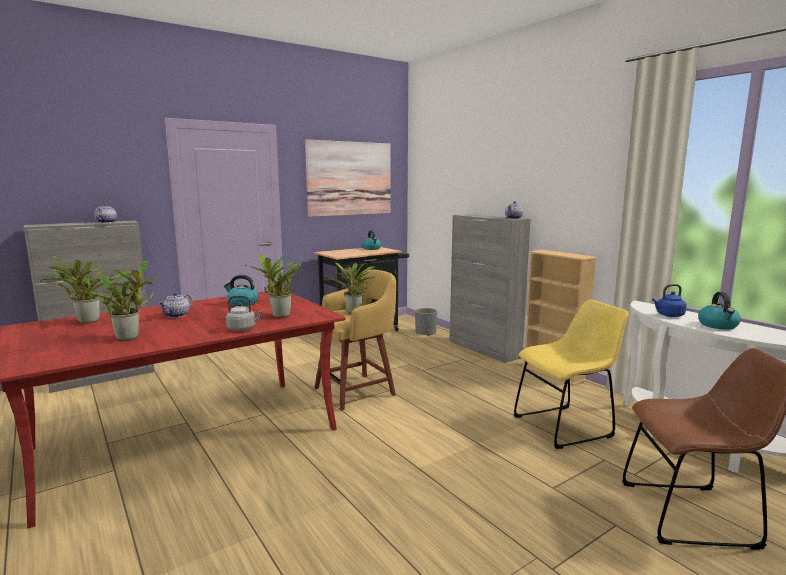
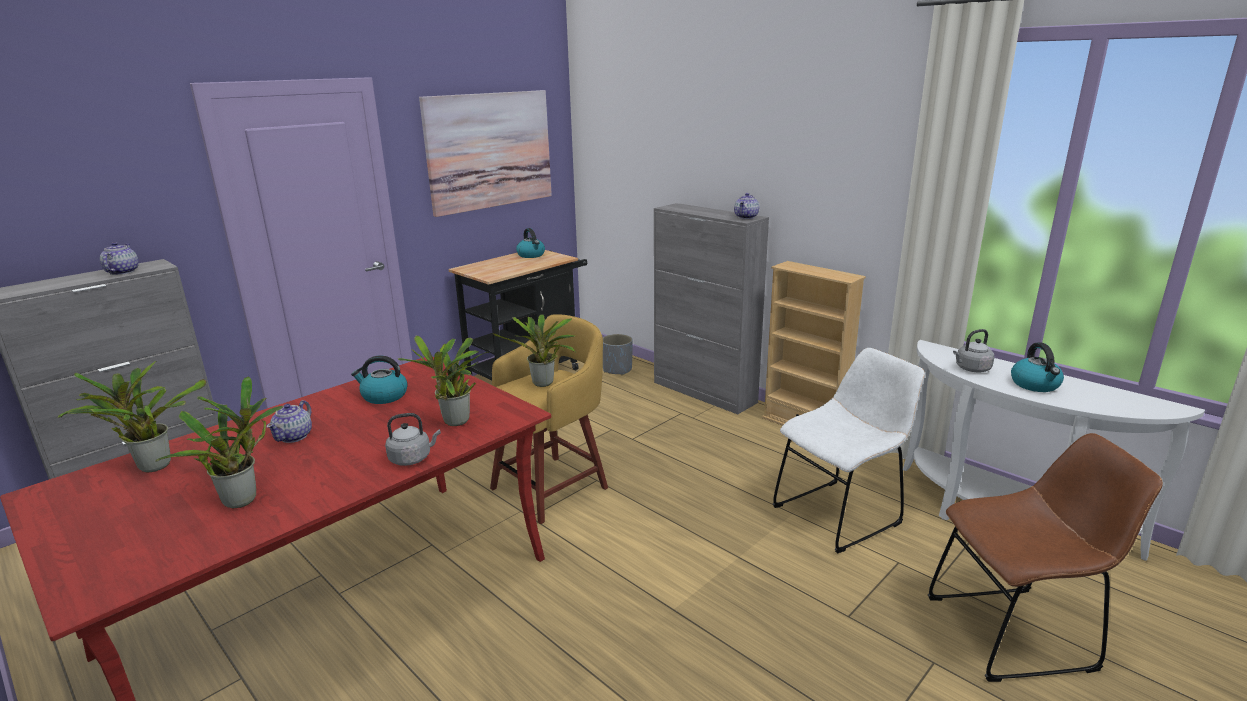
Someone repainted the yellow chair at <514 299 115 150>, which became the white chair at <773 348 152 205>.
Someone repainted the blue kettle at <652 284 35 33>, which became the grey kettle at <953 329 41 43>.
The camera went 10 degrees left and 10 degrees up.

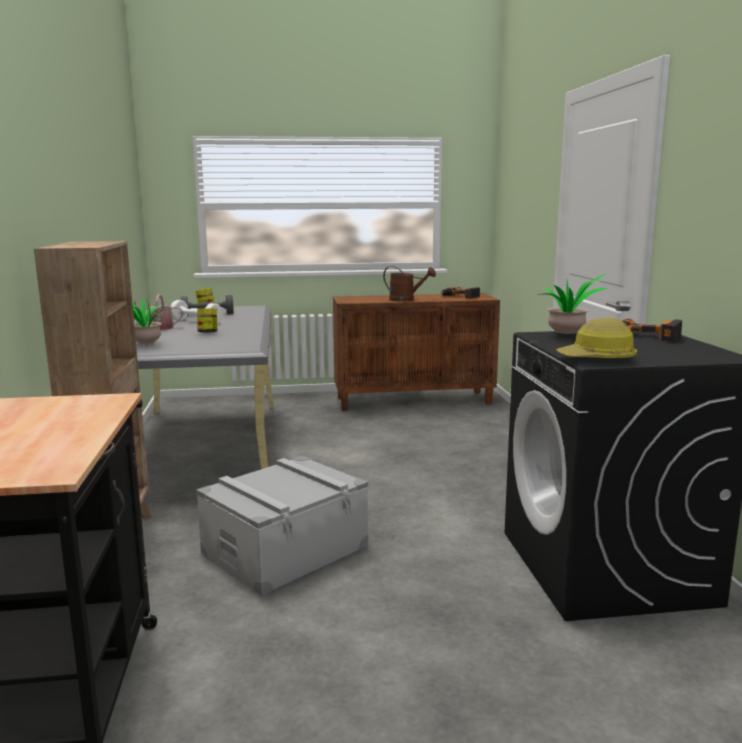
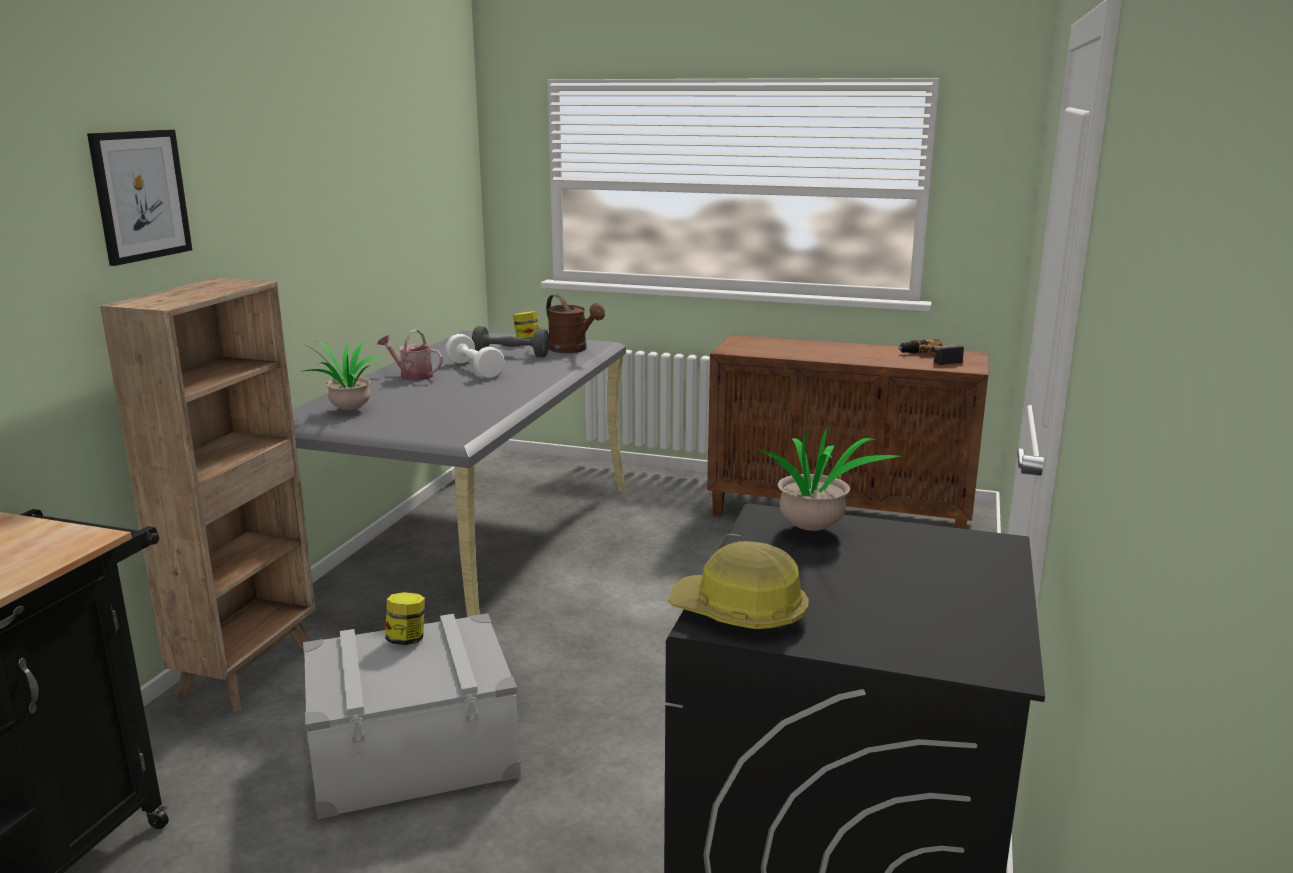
Someone put up the picture at <87 130 105 136>.
Someone carried the jar from <197 308 20 24> to <385 592 40 53>.
Someone carried the brown watering can from <383 266 53 36> to <546 295 59 58>.
Someone took away the power drill at <622 319 60 23>.
The camera went 25 degrees right and 5 degrees up.

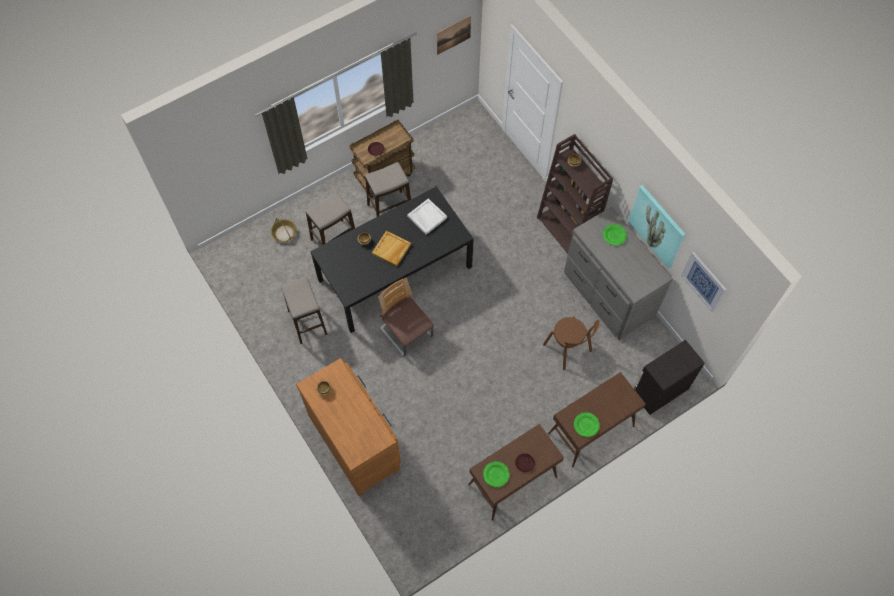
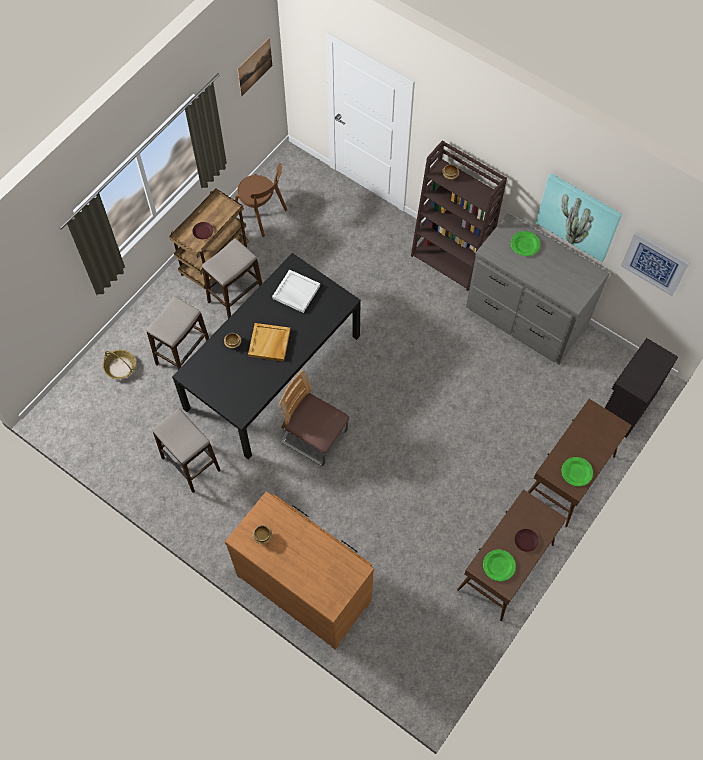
Someone carried the brown chair from <543 316 57 54> to <235 163 52 74>.
The camera went 20 degrees left and 0 degrees up.

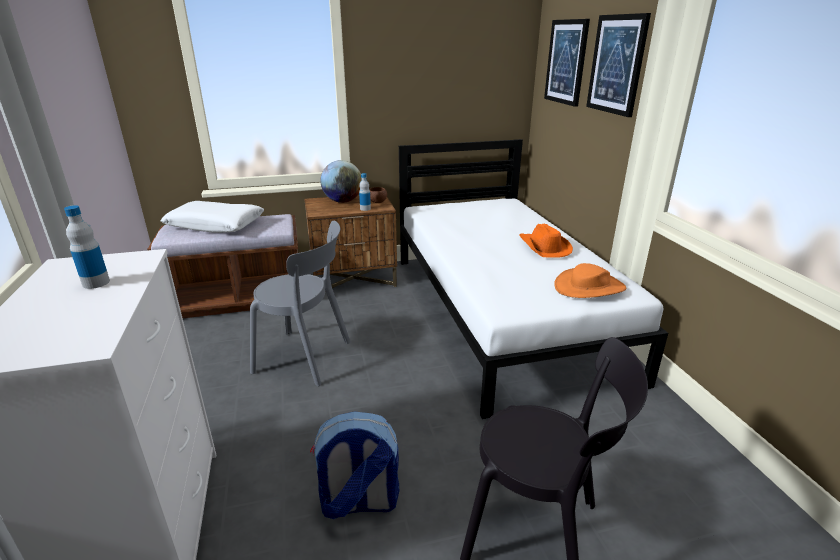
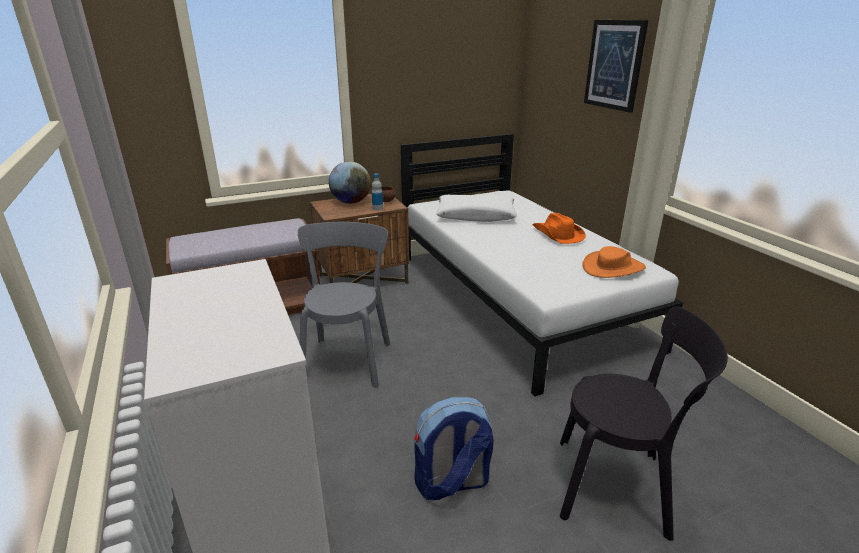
Someone rotated the grey chair at <250 221 100 165> by 90 degrees counterclockwise.
Someone carried the white pillow from <160 201 104 32> to <436 195 81 27>.
Someone took away the bottle at <64 205 46 84>.
Someone took away the picture at <544 19 46 88>.
The camera went 10 degrees left and 0 degrees up.

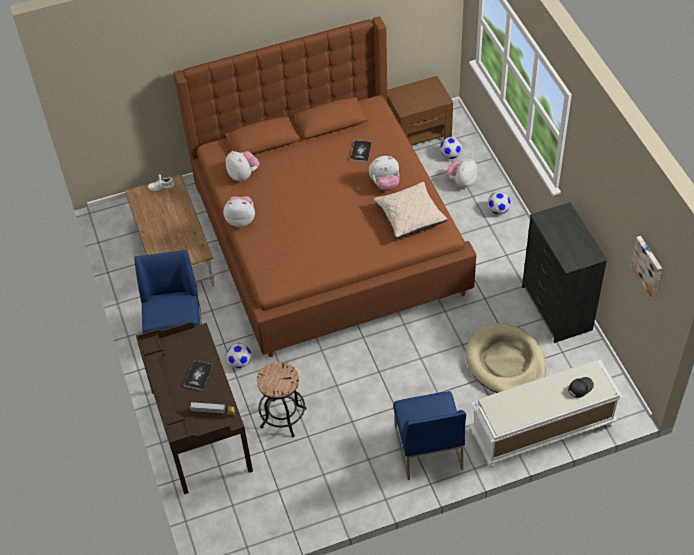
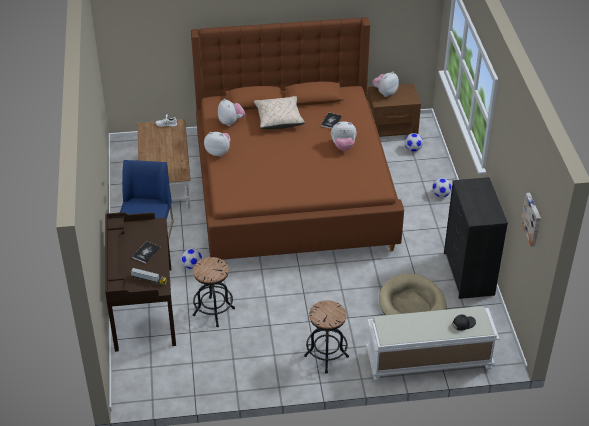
Someone carried the beige pillow from <374 182 74 56> to <254 96 51 33>.
Someone swapped the blue chair at <393 391 73 89> for the black stool at <304 300 45 74>.
Someone carried the plush toy from <446 159 32 29> to <372 72 27 25>.
The camera went 10 degrees right and 10 degrees down.

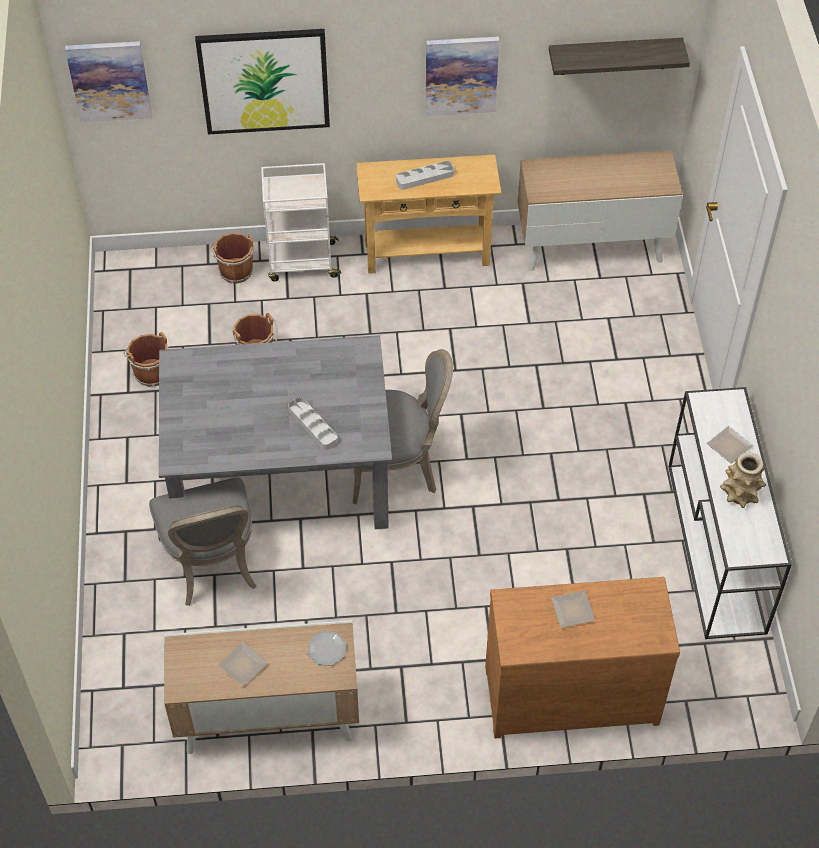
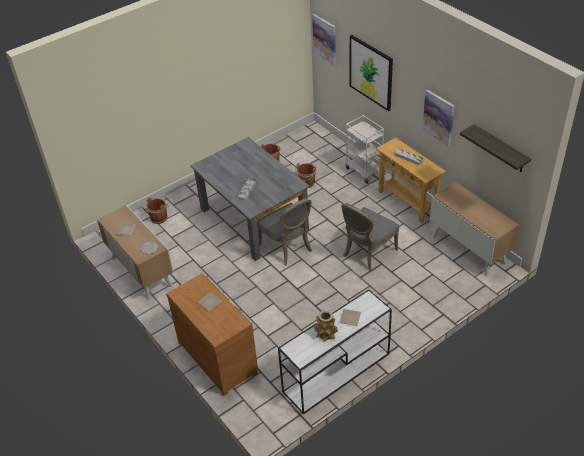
Someone carried the brown bucket from <210 233 44 51> to <146 197 23 27>.
Someone carried the grey chair from <149 477 108 129> to <341 203 59 68>.
The camera went 60 degrees right and 10 degrees down.

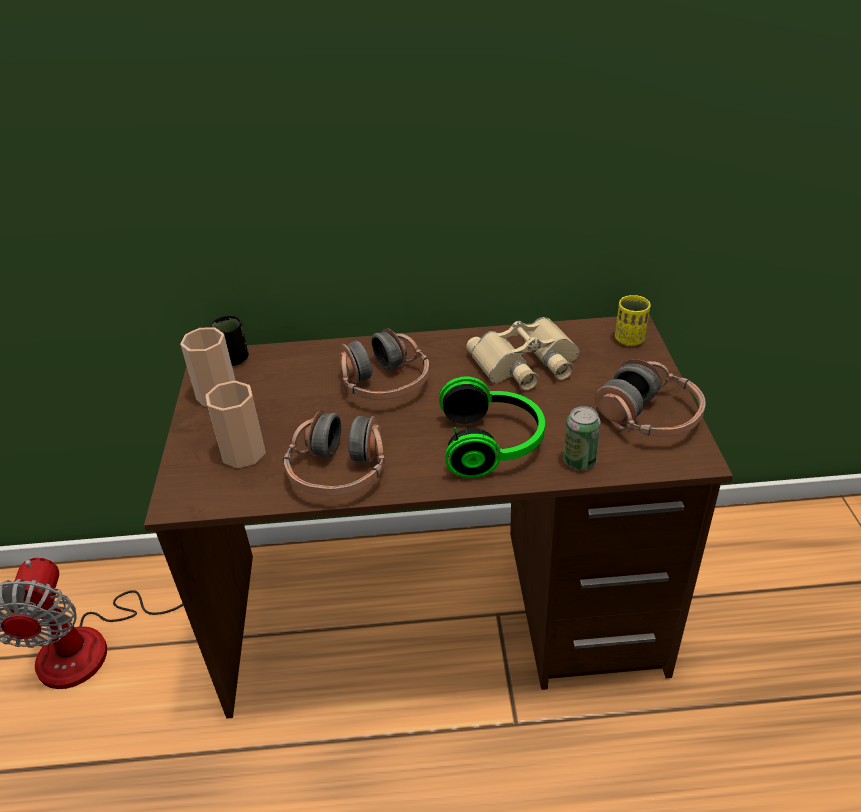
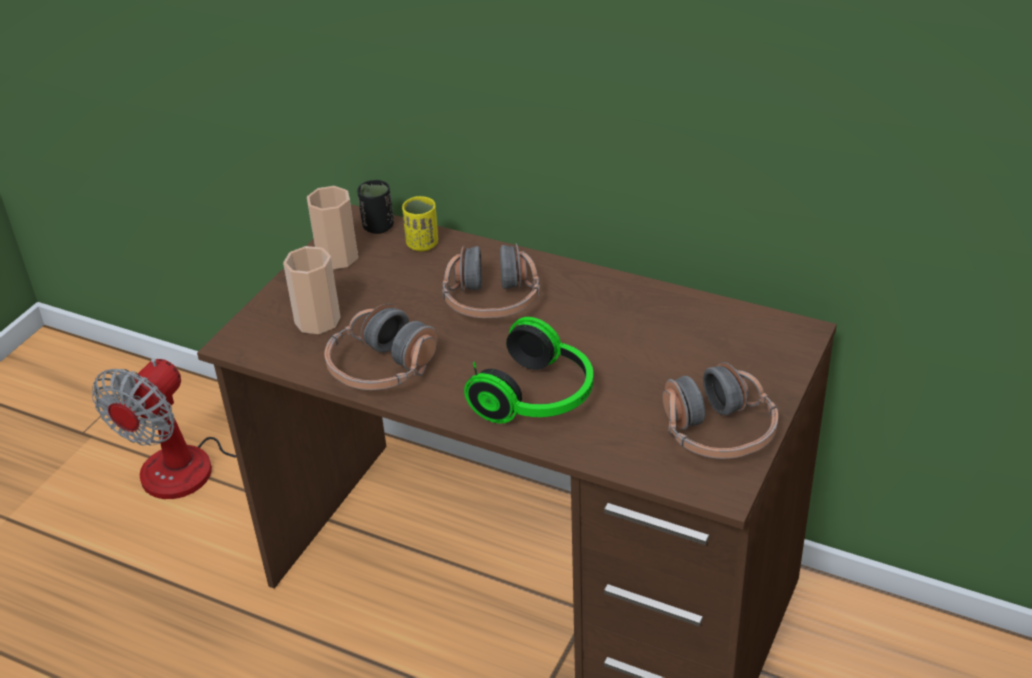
Someone carried the yellow cup from <615 295 36 51> to <402 196 36 55>.
Someone took away the beige binoculars at <466 317 113 73>.
Someone took away the can at <564 406 37 64>.
The camera went 30 degrees right and 0 degrees up.

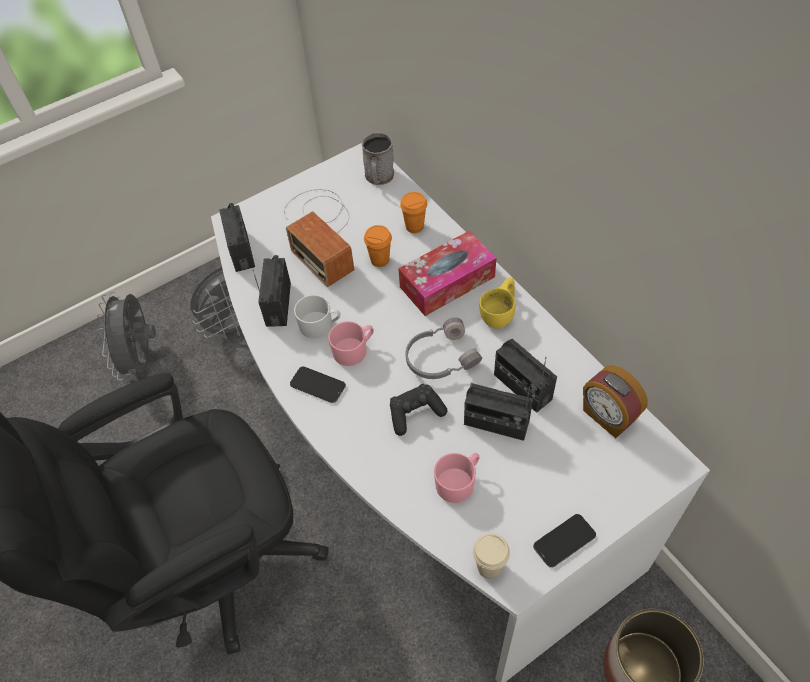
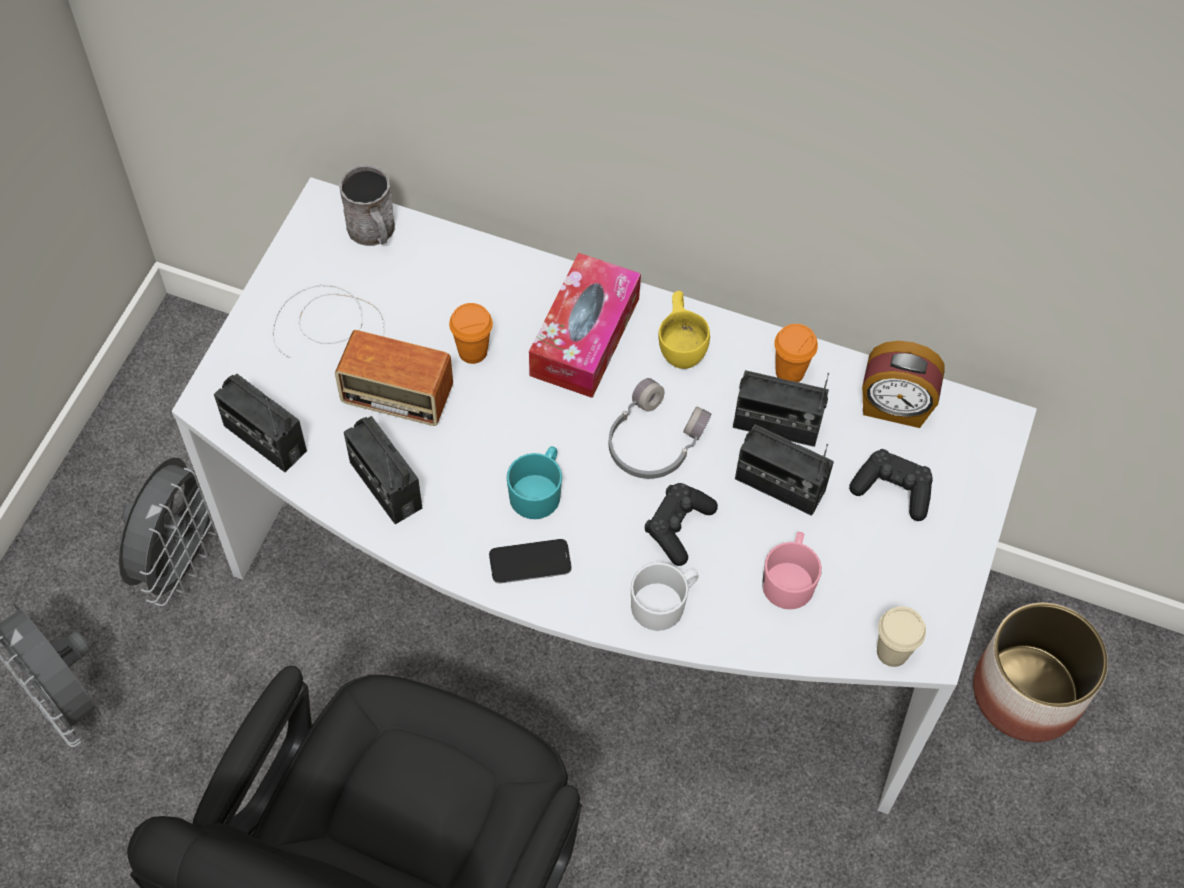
Someone repainted the pink mug at <328 321 46 45>, which became the turquoise mug at <507 446 55 73>.
Someone carried the white mug from <294 295 47 43> to <631 563 68 68>.
Someone rotated the radio at <464 383 69 58> by 45 degrees clockwise.
Someone carried the orange cup from <400 192 27 41> to <774 324 44 58>.
Someone put down the black game controller at <849 449 84 72>.
Someone took away the phone at <533 514 63 54>.
The camera went 40 degrees left and 5 degrees up.

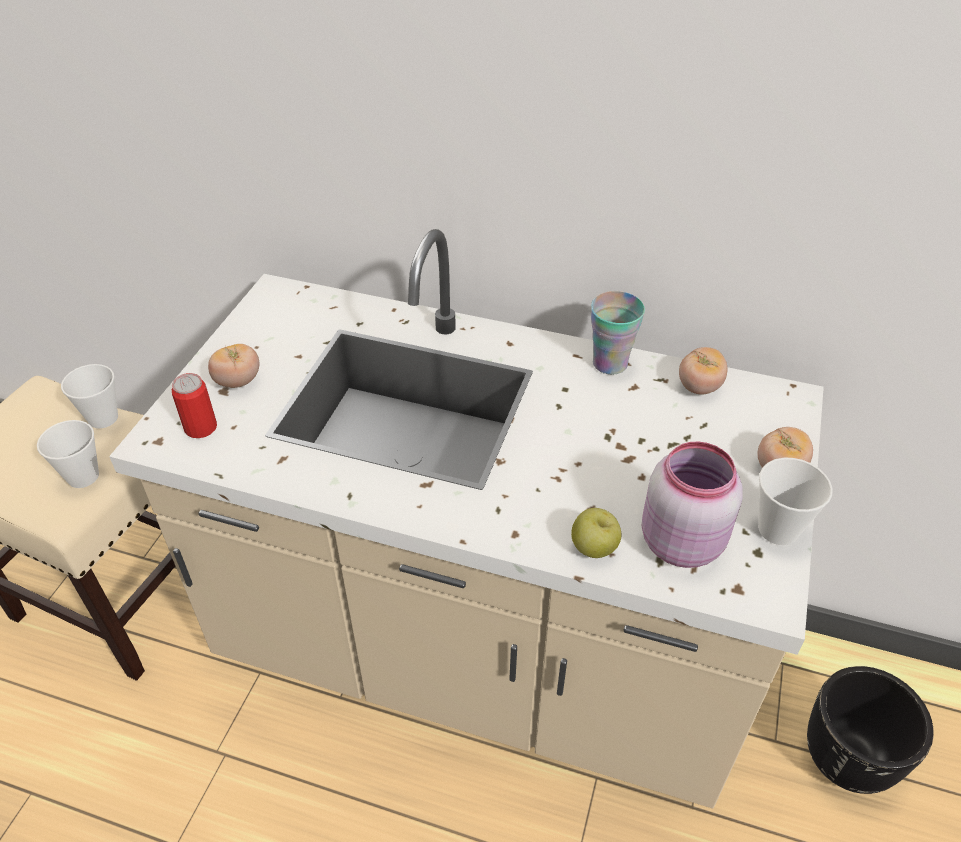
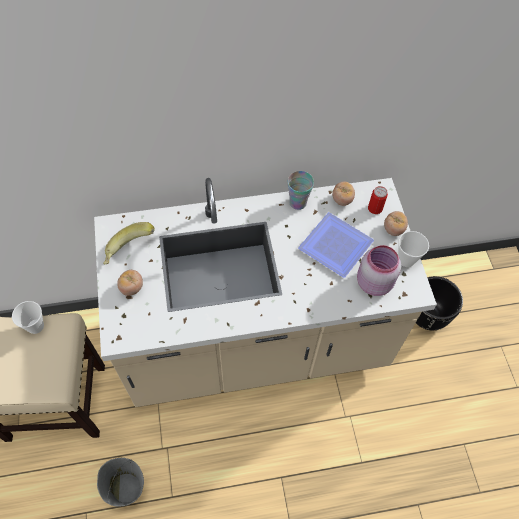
Someone put down the grey bucket at <97 458 47 49>.
Someone put down the banana at <103 222 51 43>.
Someone put down the plate at <298 212 76 66>.
Someone carried the can from <172 373 45 65> to <368 186 20 28>.
Someone took away the cup at <37 420 62 68>.
Someone took away the apple at <571 508 51 50>.
The camera went 30 degrees left and 15 degrees up.

